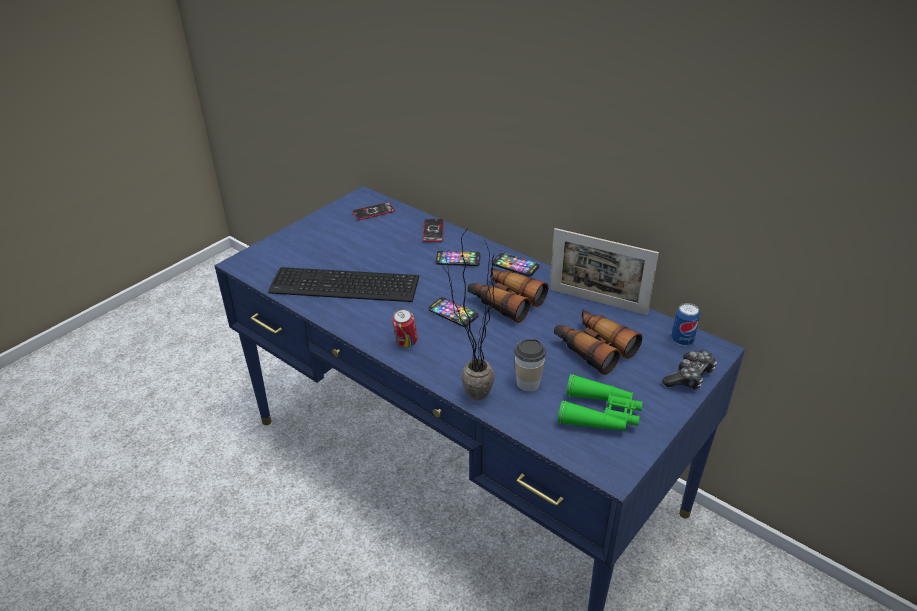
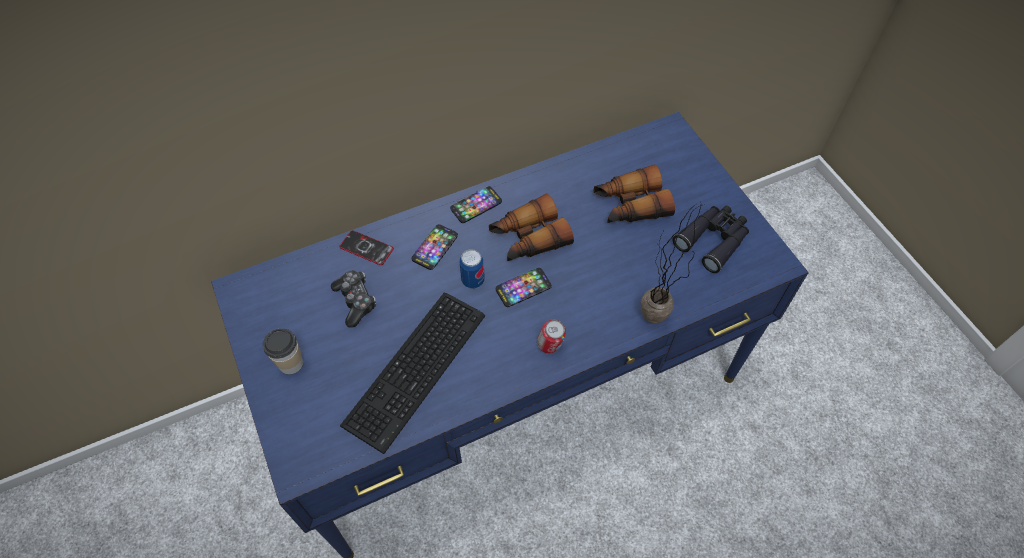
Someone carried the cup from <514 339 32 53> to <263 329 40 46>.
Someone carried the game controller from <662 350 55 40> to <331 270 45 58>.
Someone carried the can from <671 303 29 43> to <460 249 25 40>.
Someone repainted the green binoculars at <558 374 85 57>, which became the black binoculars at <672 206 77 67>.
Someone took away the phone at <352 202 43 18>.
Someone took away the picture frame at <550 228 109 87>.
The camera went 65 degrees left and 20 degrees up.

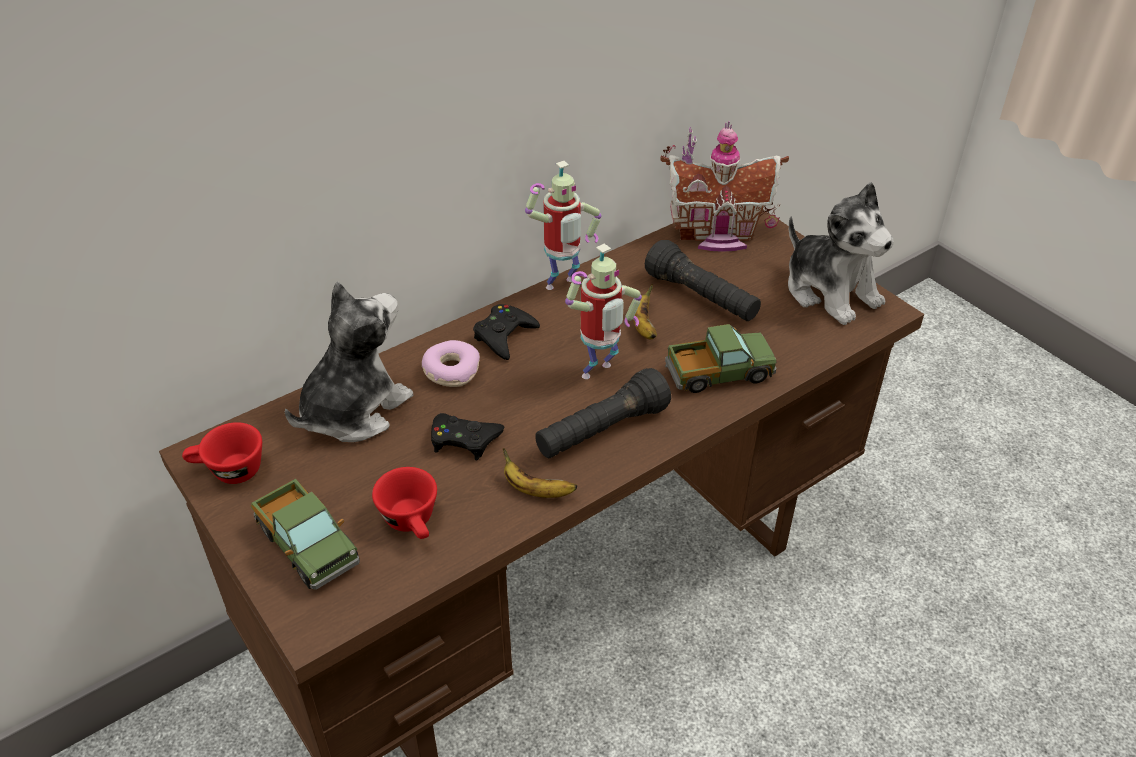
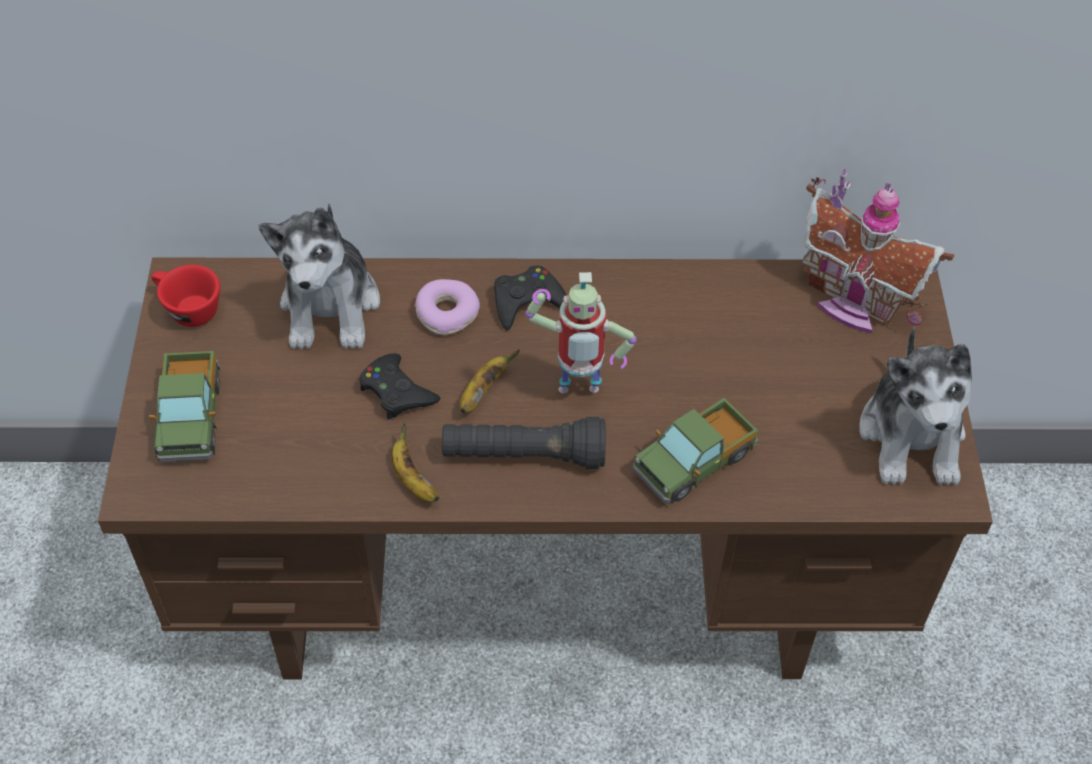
Someone rotated the plush toy at <285 281 128 161> by 105 degrees clockwise.
Someone carried the banana from <633 284 24 55> to <460 349 60 64>.
Someone rotated the toy truck at <665 324 112 69> by 120 degrees clockwise.
Someone took away the red cup at <372 467 65 72>.
Someone took away the toy robot at <525 161 77 129>.
Someone took away the black flashlight at <645 240 116 81>.
The camera went 35 degrees right and 10 degrees up.

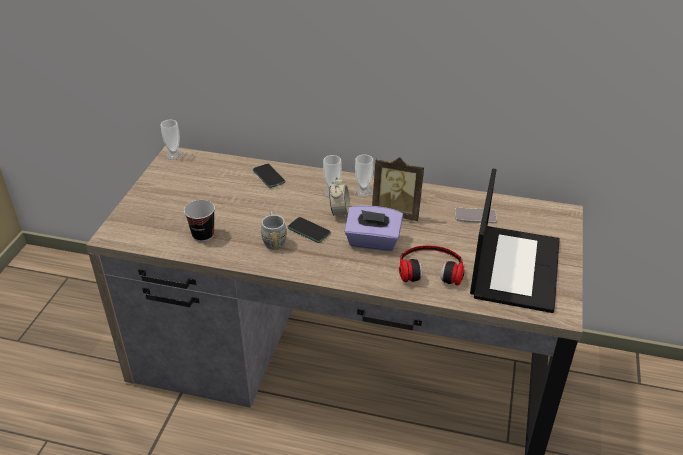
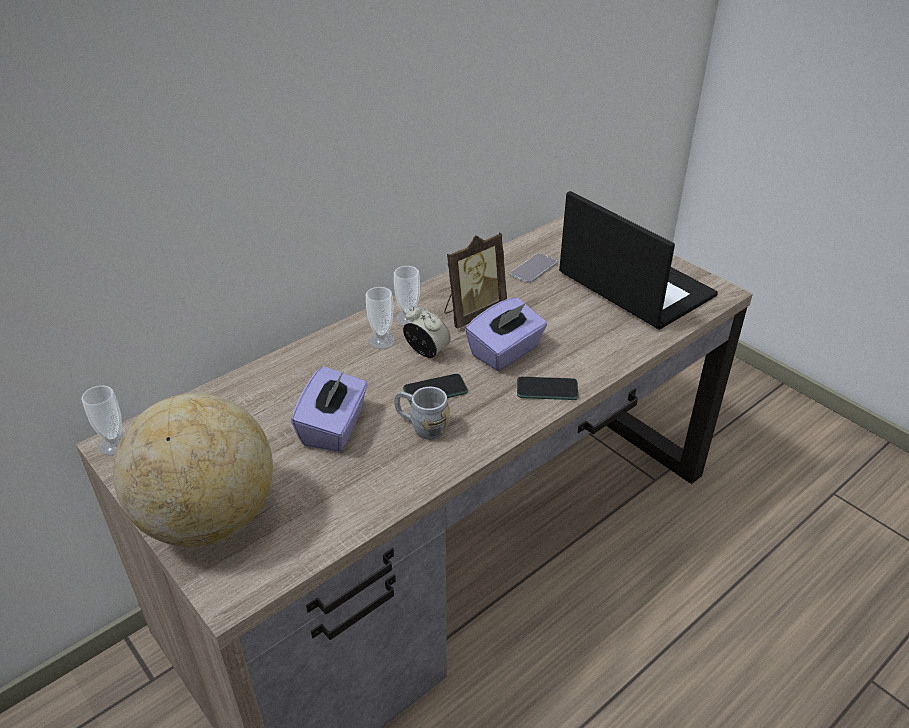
Someone put down the globe at <113 393 160 154>.
Someone put down the purple tissue box at <291 366 77 86>.
Someone carried the phone from <253 164 32 24> to <517 376 62 24>.
Someone took away the cup at <184 200 31 42>.
Someone took away the headphones at <399 245 65 40>.
The camera went 55 degrees left and 0 degrees up.

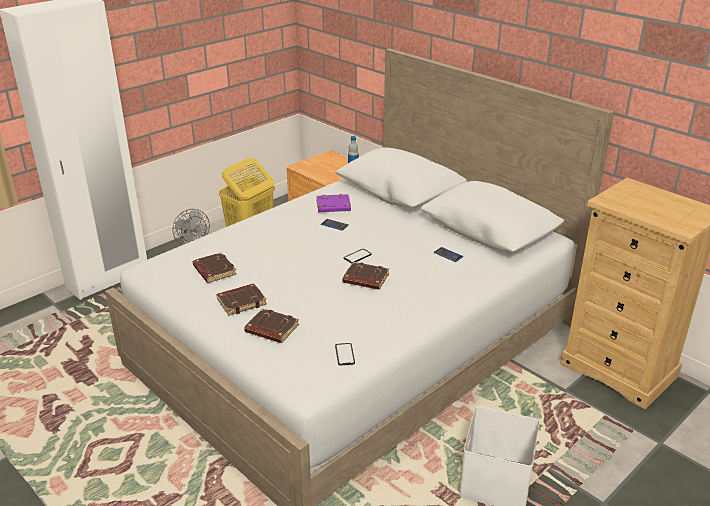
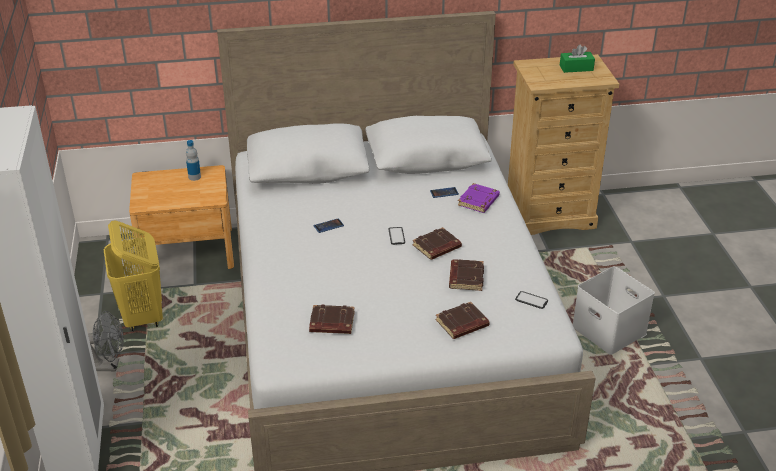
Someone carried the brown book from <216 283 51 33> to <449 259 35 32>.
Someone carried the purple book from <316 194 35 18> to <458 183 42 30>.
Someone put down the green tissue box at <560 45 35 28>.
The camera went 55 degrees left and 5 degrees up.

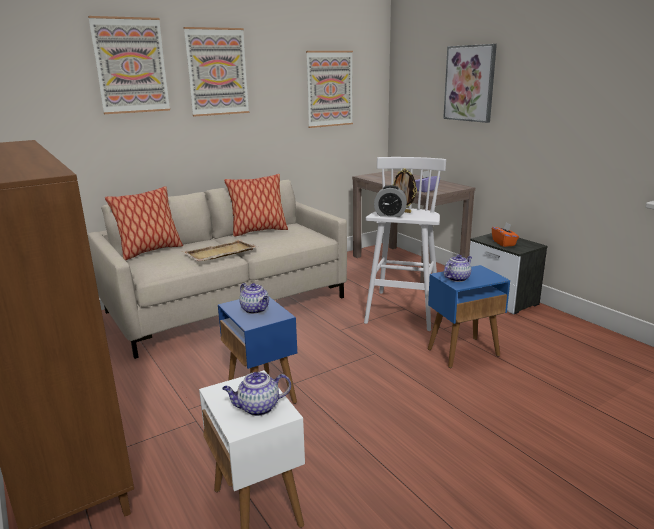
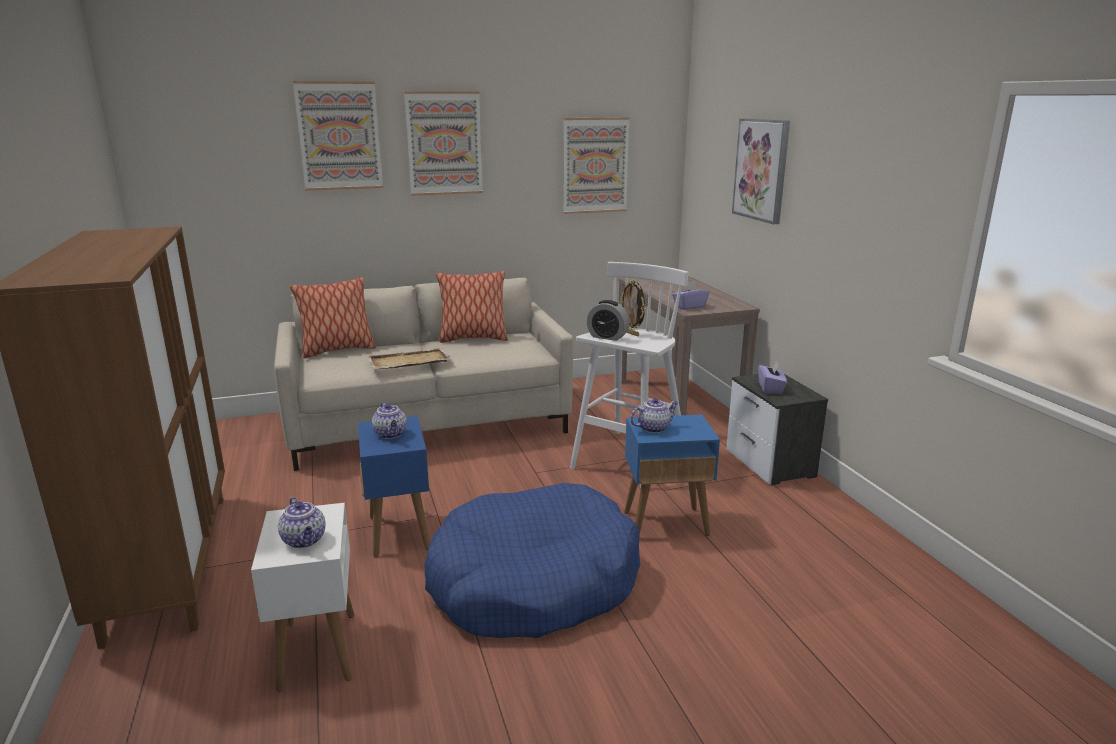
Someone rotated the teapot at <222 372 69 44> by 120 degrees counterclockwise.
Someone put down the blue dog bed at <424 483 216 155>.
Someone repainted the orange tissue box at <492 222 27 25>, which became the purple tissue box at <758 361 29 33>.
The camera went 15 degrees right and 0 degrees up.

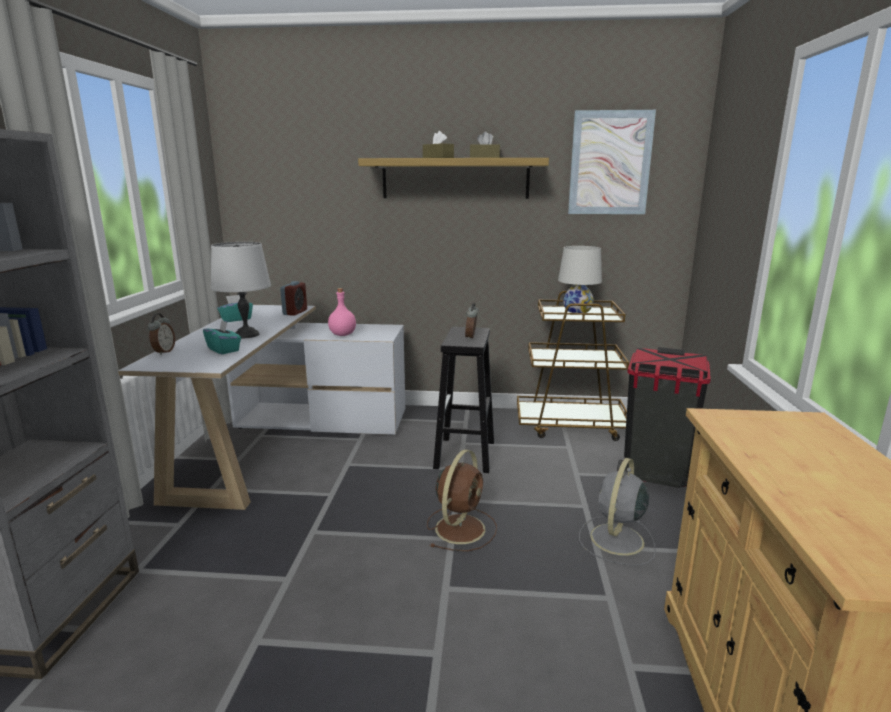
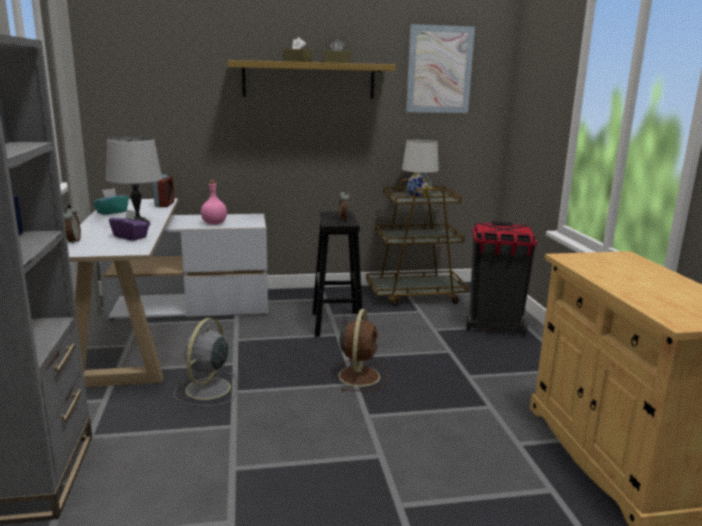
Someone repainted the turquoise tissue box at <203 321 38 33>, which became the purple tissue box at <109 209 40 32>.
Someone carried the grey fan from <579 458 77 108> to <174 318 64 88>.
The camera went 15 degrees left and 0 degrees up.

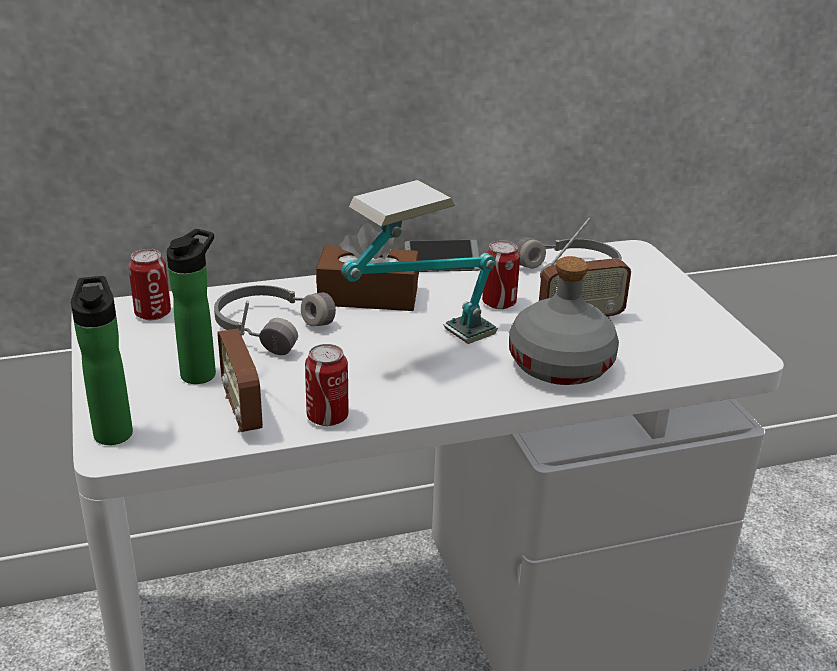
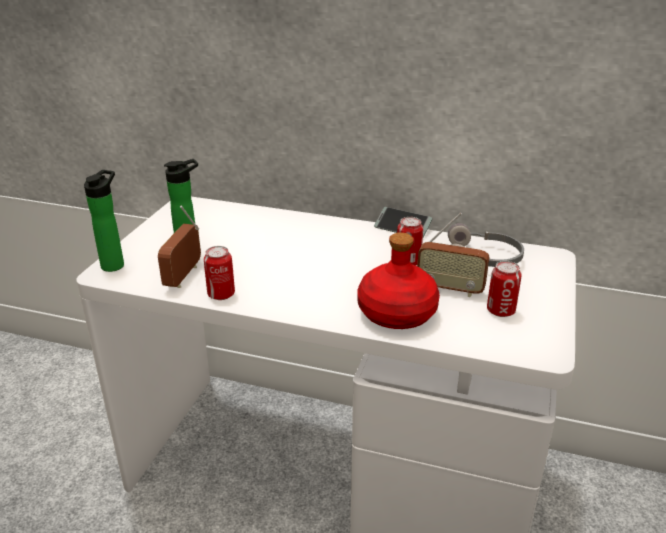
Someone repainted the grey bottle at <509 256 110 129>, which became the red bottle at <357 232 83 97>.
Someone carried the can from <128 249 43 71> to <487 261 35 56>.
Someone took away the grey headphones at <214 285 122 70>.
Someone took away the brown tissue box at <316 223 103 88>.
Someone took away the table lamp at <341 180 157 164>.
The camera went 35 degrees right and 0 degrees up.

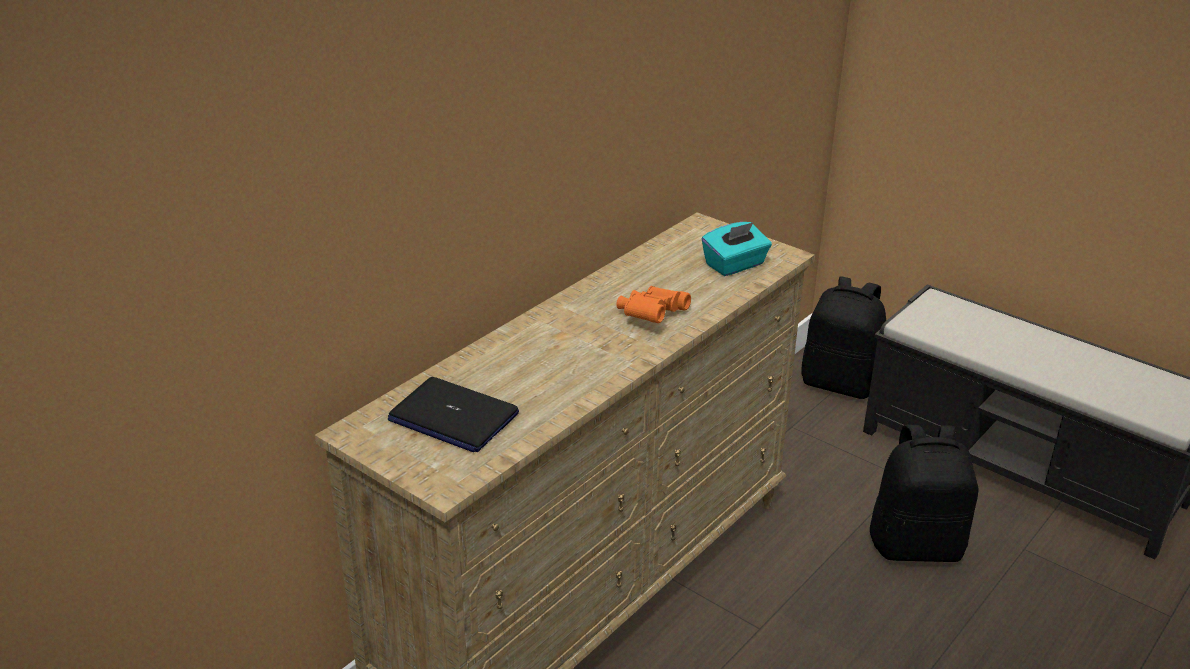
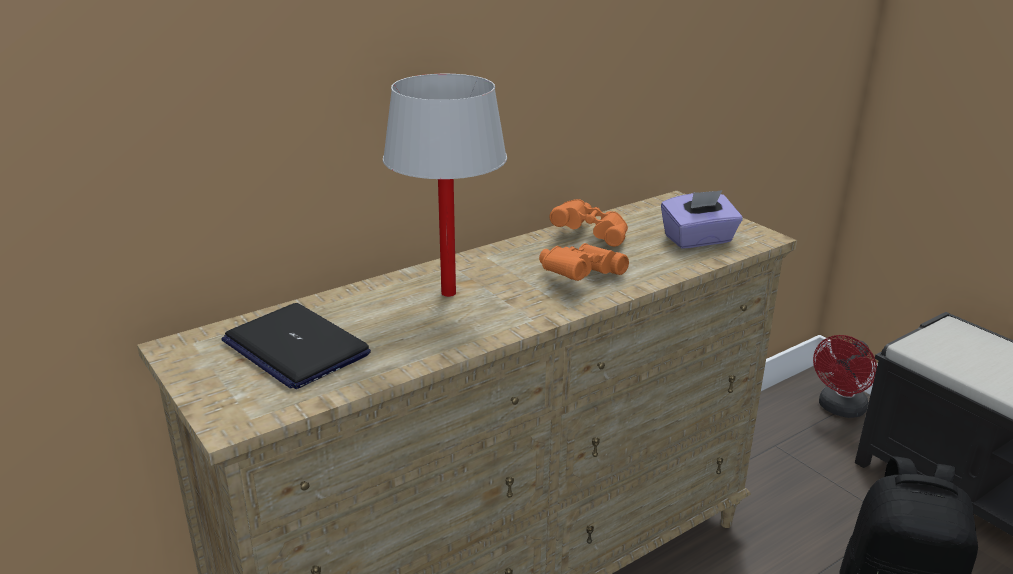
Someone put down the white table lamp at <383 74 124 223>.
Someone put down the orange binoculars at <549 199 79 48>.
Someone repainted the turquoise tissue box at <702 222 70 54>, which became the purple tissue box at <661 190 82 59>.
Someone swapped the black backpack at <801 277 85 122> for the red fan at <813 335 64 83>.
The camera went 15 degrees right and 5 degrees down.

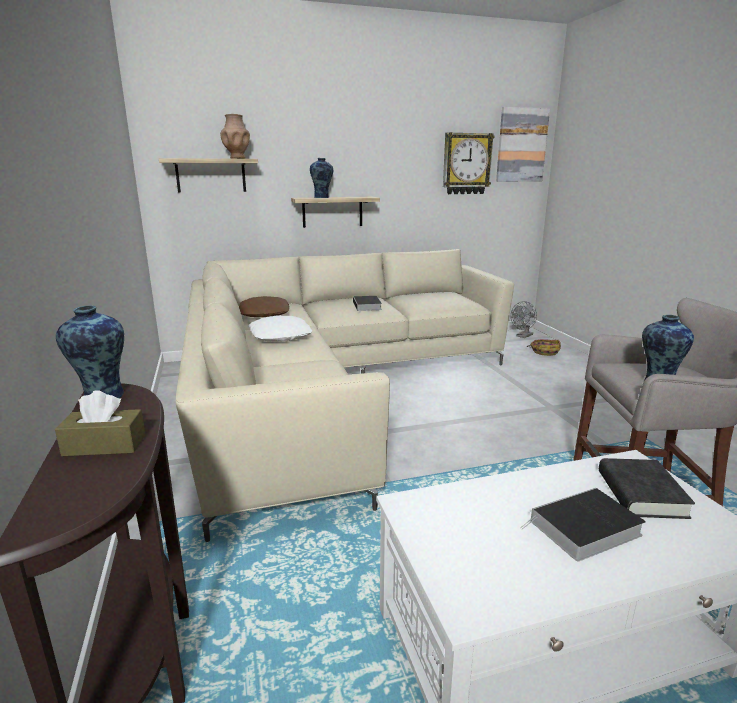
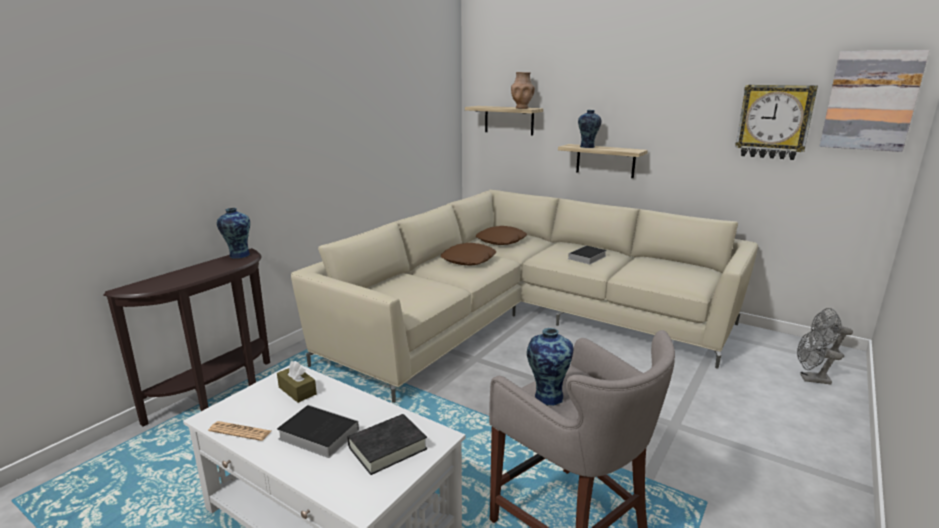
Someone put down the newspaper at <208 421 63 20>.
Someone carried the brown tissue box from <55 390 91 66> to <277 361 40 42>.
Someone repainted the white pillow at <249 316 63 26>, which became the brown pillow at <441 243 55 23>.
Someone swapped the basket at <527 339 34 17> for the grey fan at <797 329 45 55>.
The camera went 50 degrees right and 0 degrees up.

